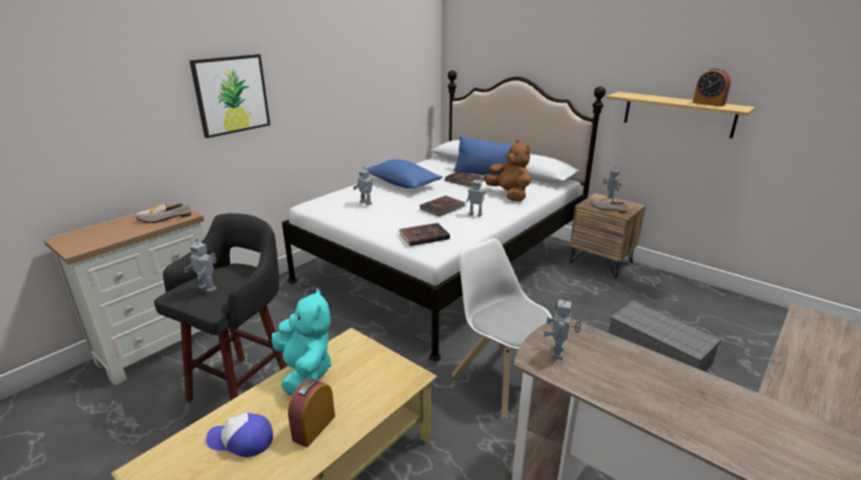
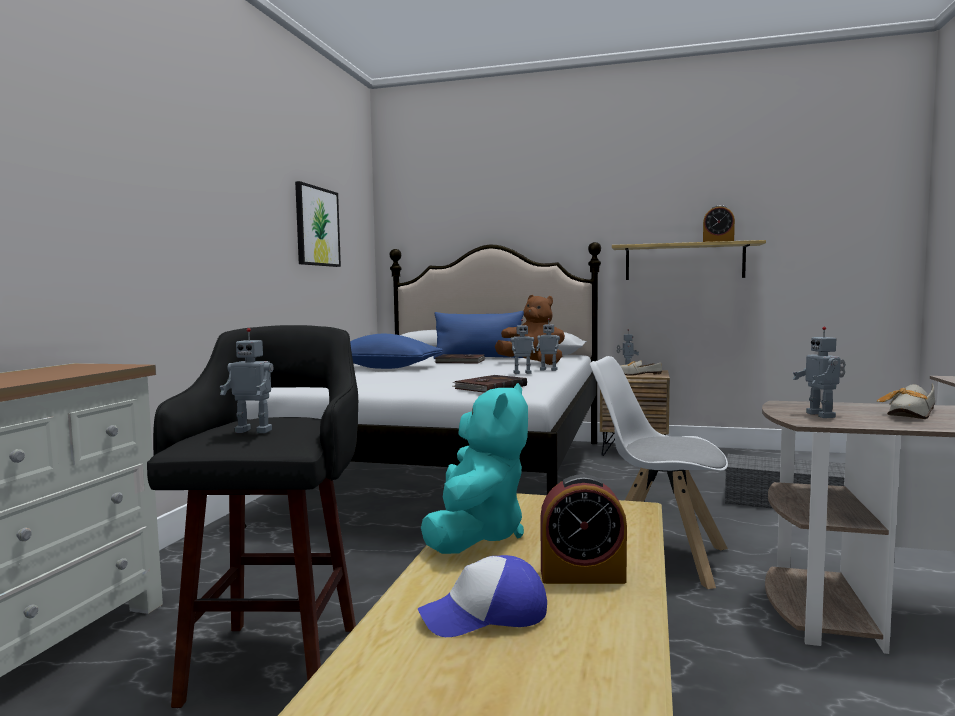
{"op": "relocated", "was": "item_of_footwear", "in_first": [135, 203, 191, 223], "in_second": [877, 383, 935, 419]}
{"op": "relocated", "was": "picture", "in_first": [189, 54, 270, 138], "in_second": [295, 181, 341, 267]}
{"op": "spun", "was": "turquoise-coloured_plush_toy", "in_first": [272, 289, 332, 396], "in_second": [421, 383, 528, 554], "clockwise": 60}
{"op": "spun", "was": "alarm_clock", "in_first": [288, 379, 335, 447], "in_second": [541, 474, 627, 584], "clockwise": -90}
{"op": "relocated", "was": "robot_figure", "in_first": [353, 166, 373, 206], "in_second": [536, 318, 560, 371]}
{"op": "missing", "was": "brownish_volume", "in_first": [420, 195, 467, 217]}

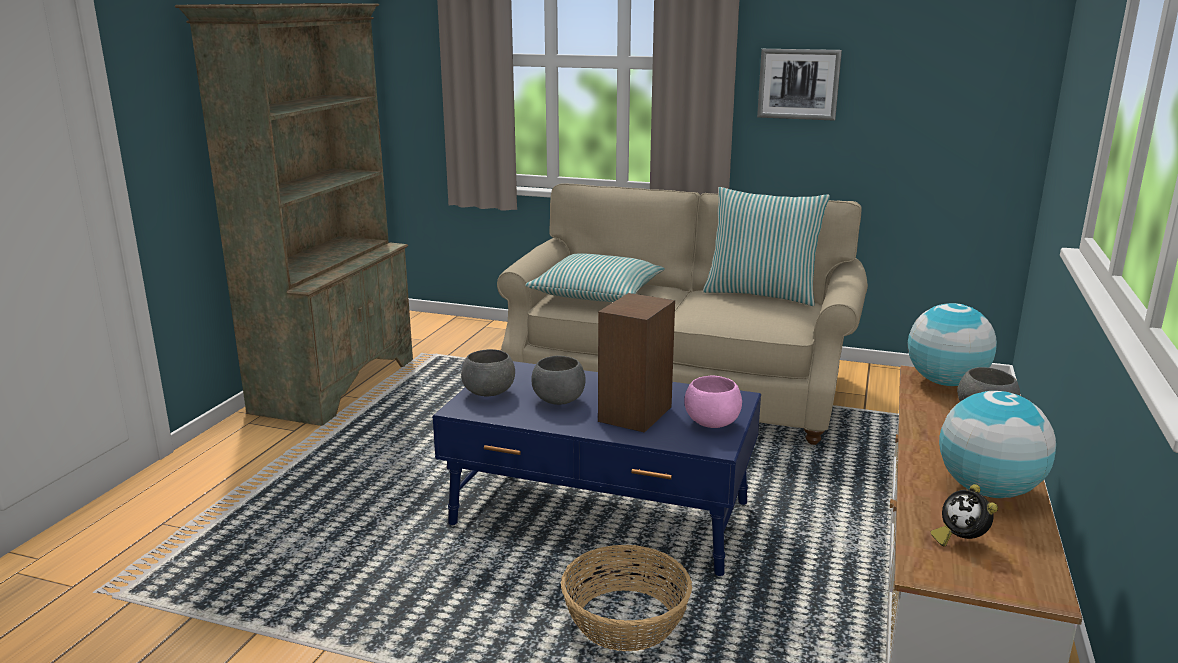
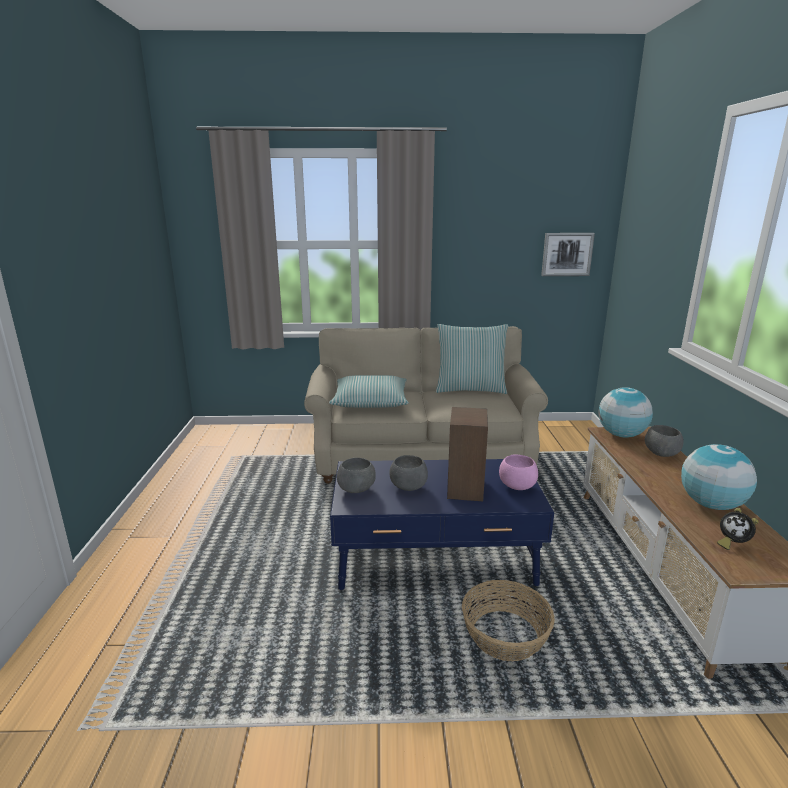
{"op": "missing", "was": "green_shelving_unit", "in_first": [175, 3, 413, 426]}
{"op": "relocated", "was": "picture", "in_first": [757, 49, 842, 120], "in_second": [541, 233, 595, 276]}

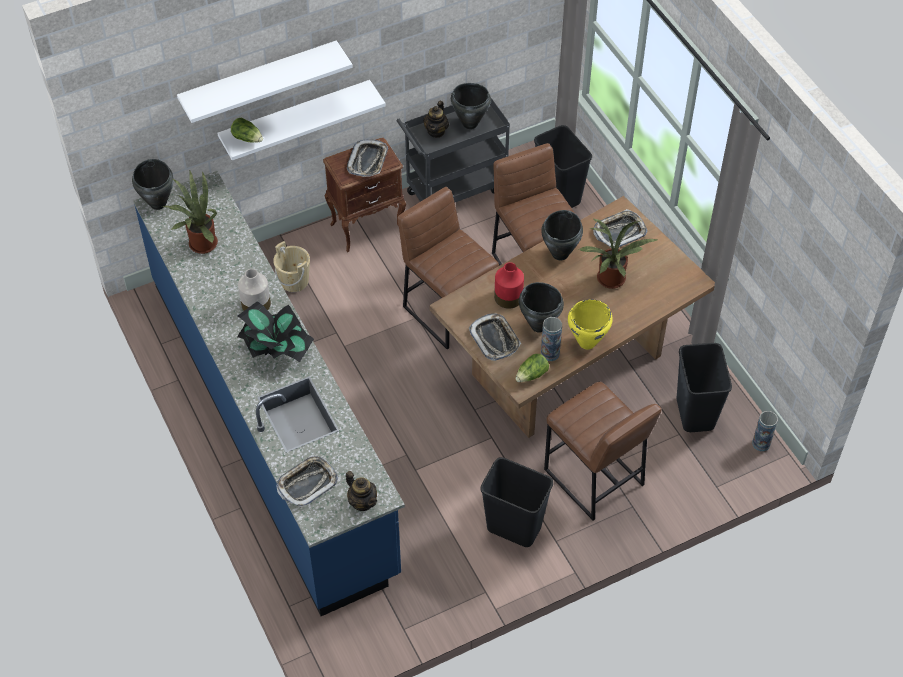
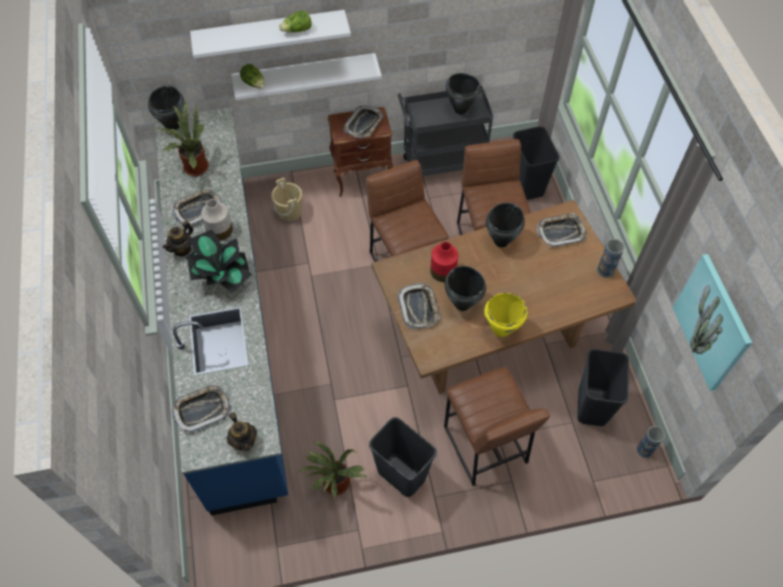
{"op": "relocated", "was": "tea_pot", "in_first": [423, 101, 449, 138], "in_second": [163, 221, 193, 257]}
{"op": "relocated", "was": "lettuce", "in_first": [515, 354, 549, 382], "in_second": [279, 10, 312, 32]}
{"op": "relocated", "was": "vase", "in_first": [541, 317, 562, 361], "in_second": [597, 239, 624, 278]}
{"op": "relocated", "was": "houseplant", "in_first": [578, 219, 657, 289], "in_second": [298, 441, 368, 498]}
{"op": "appeared", "now": "tray", "in_second": [172, 187, 222, 225]}
{"op": "appeared", "now": "picture", "in_second": [673, 254, 752, 391]}

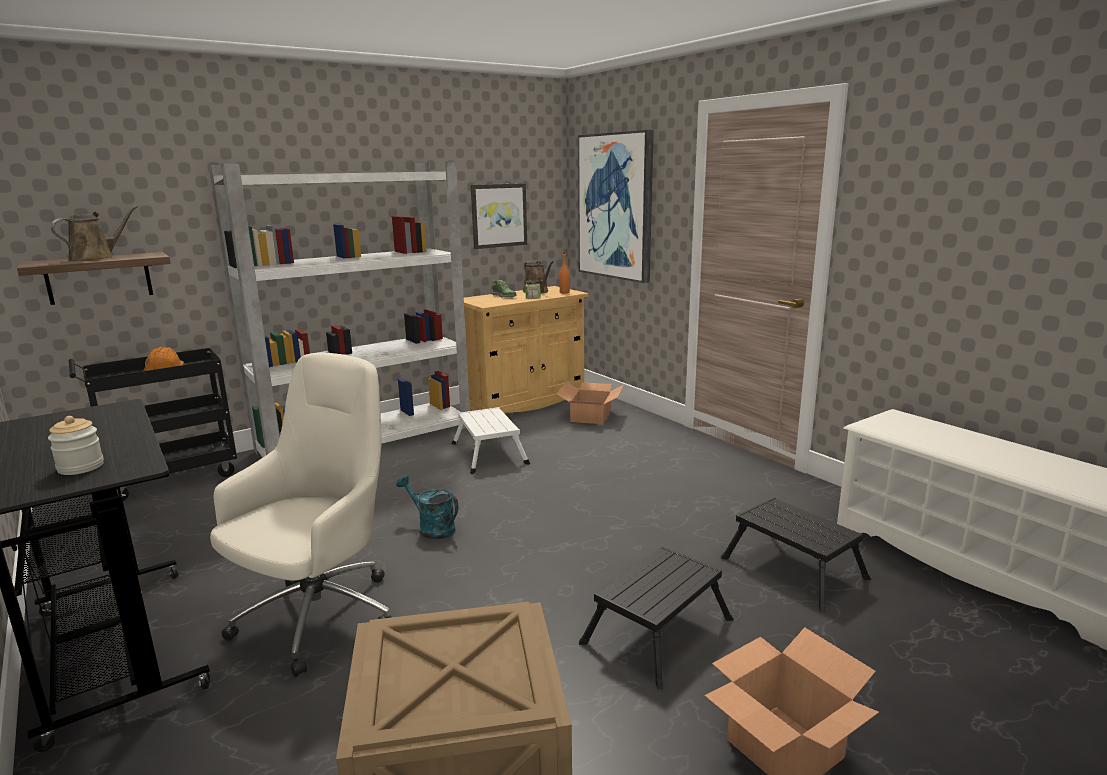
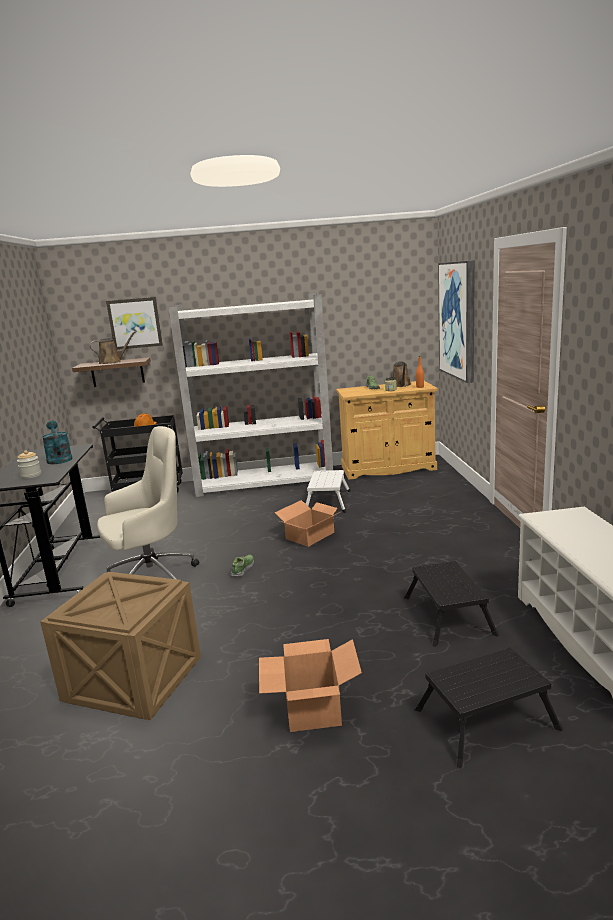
{"op": "relocated", "was": "turquoise-coloured_watering_pot", "in_first": [396, 475, 458, 539], "in_second": [42, 421, 73, 464]}
{"op": "relocated", "was": "picture", "in_first": [471, 183, 527, 249], "in_second": [106, 297, 163, 350]}
{"op": "relocated", "was": "packing_box", "in_first": [556, 382, 624, 424], "in_second": [274, 500, 342, 547]}
{"op": "relocated", "was": "blackish_stepladder", "in_first": [579, 546, 734, 689], "in_second": [414, 647, 563, 768]}
{"op": "appeared", "now": "item_of_footwear", "in_second": [231, 555, 254, 577]}

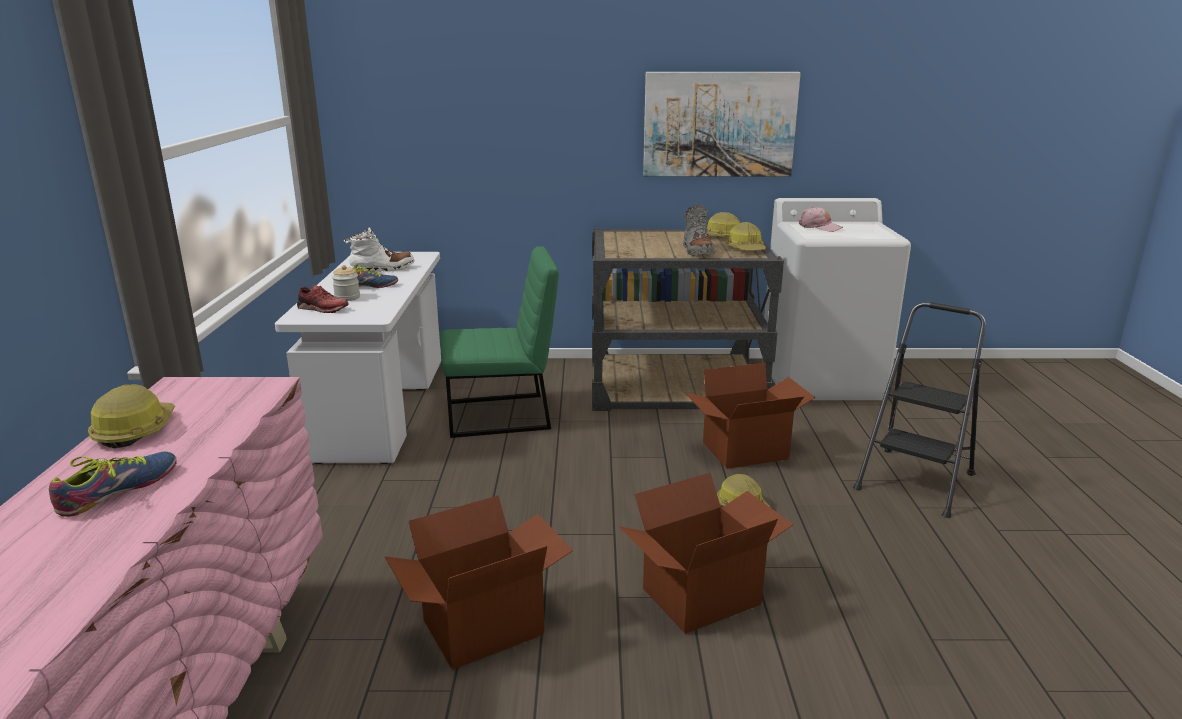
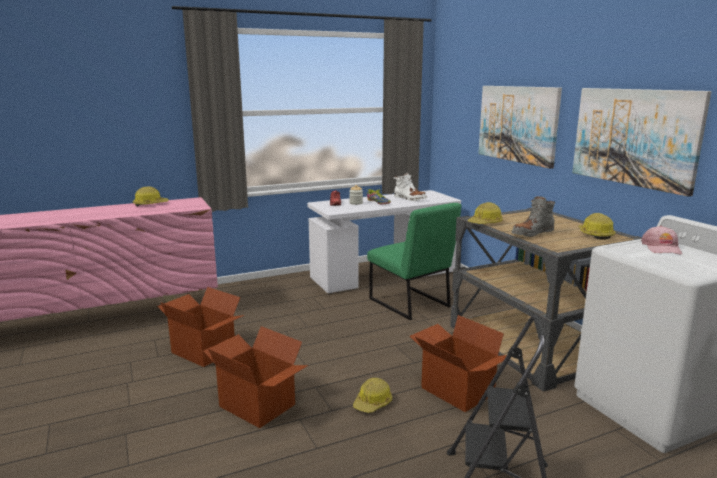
{"op": "missing", "was": "item_of_footwear", "in_first": [49, 452, 176, 517]}
{"op": "relocated", "was": "safety_helmet", "in_first": [726, 222, 766, 251], "in_second": [468, 202, 503, 224]}
{"op": "appeared", "now": "picture", "in_second": [478, 86, 562, 169]}

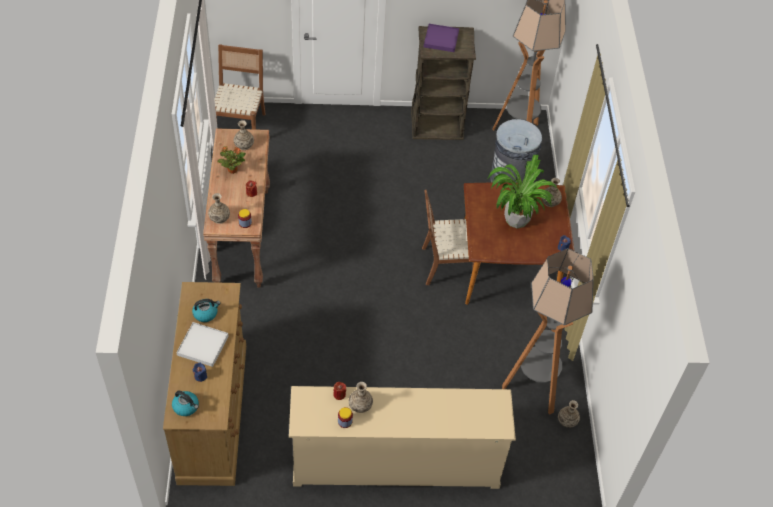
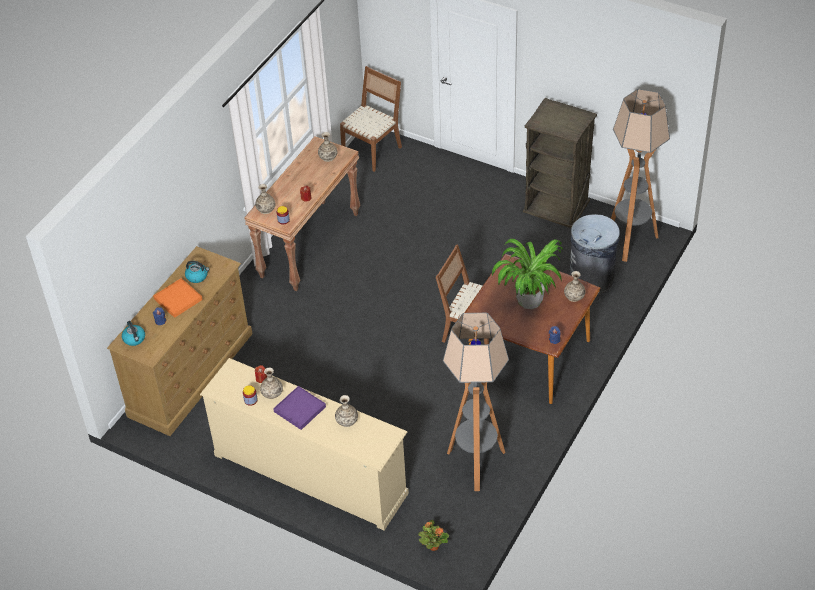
{"op": "colour", "was": "white_tray", "now": "orange-coloured_tray", "in_first": [176, 322, 229, 367], "in_second": [153, 278, 203, 318]}
{"op": "relocated", "was": "houseplant", "in_first": [217, 146, 246, 174], "in_second": [418, 520, 449, 551]}
{"op": "relocated", "was": "purple_tray", "in_first": [424, 24, 459, 52], "in_second": [273, 386, 326, 430]}
{"op": "relocated", "was": "vase", "in_first": [558, 400, 580, 428], "in_second": [335, 395, 358, 427]}

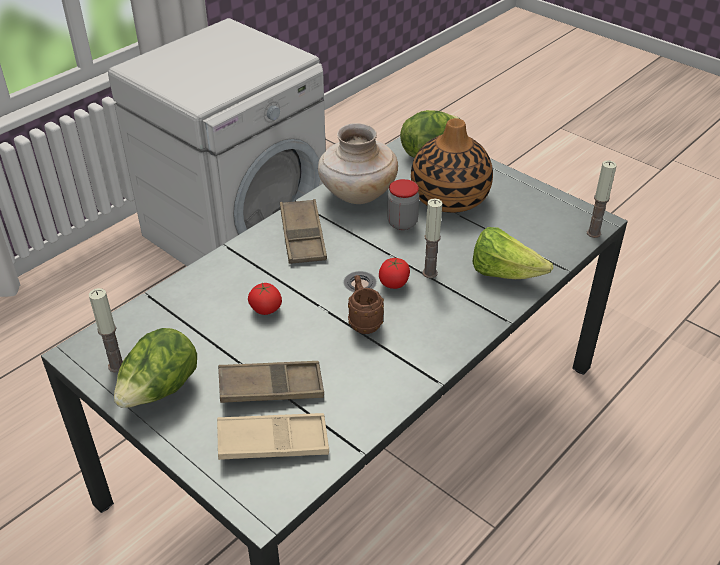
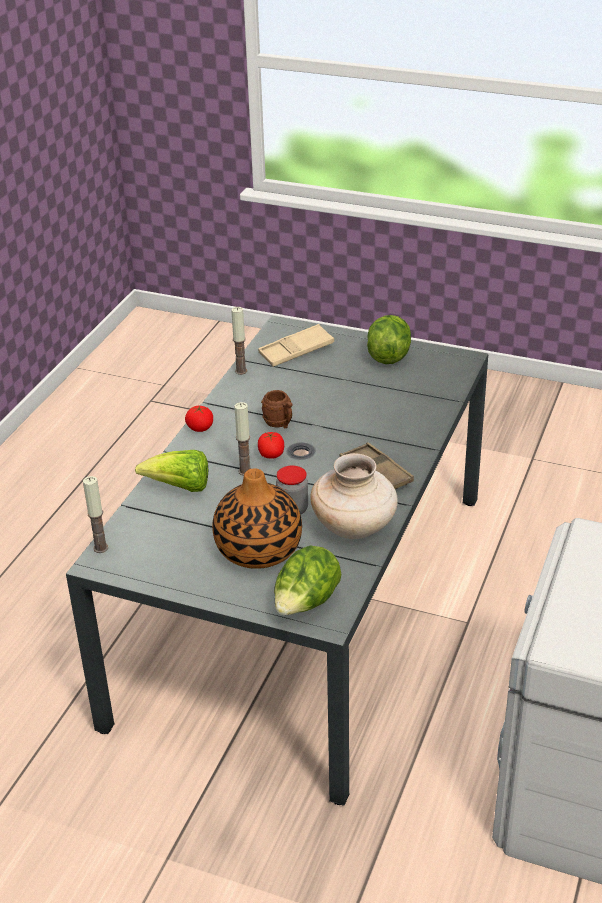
{"op": "relocated", "was": "candle", "in_first": [89, 288, 123, 372], "in_second": [231, 307, 247, 375]}
{"op": "missing", "was": "brownish_tray", "in_first": [218, 361, 324, 403]}
{"op": "relocated", "was": "fresh_tomato", "in_first": [248, 283, 282, 315], "in_second": [185, 406, 213, 432]}

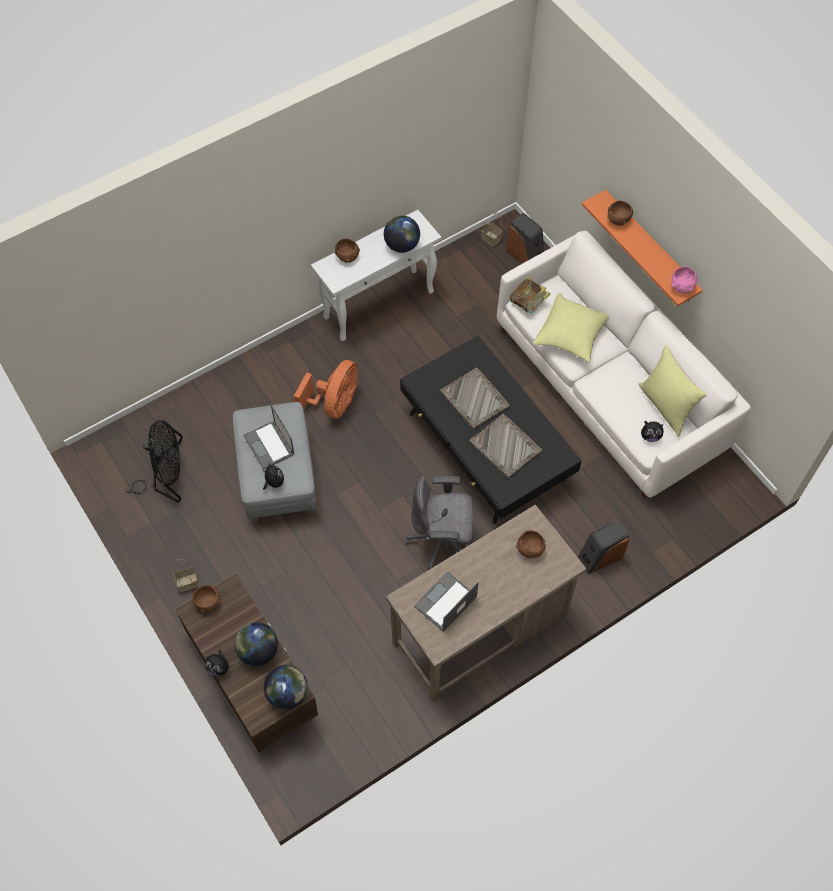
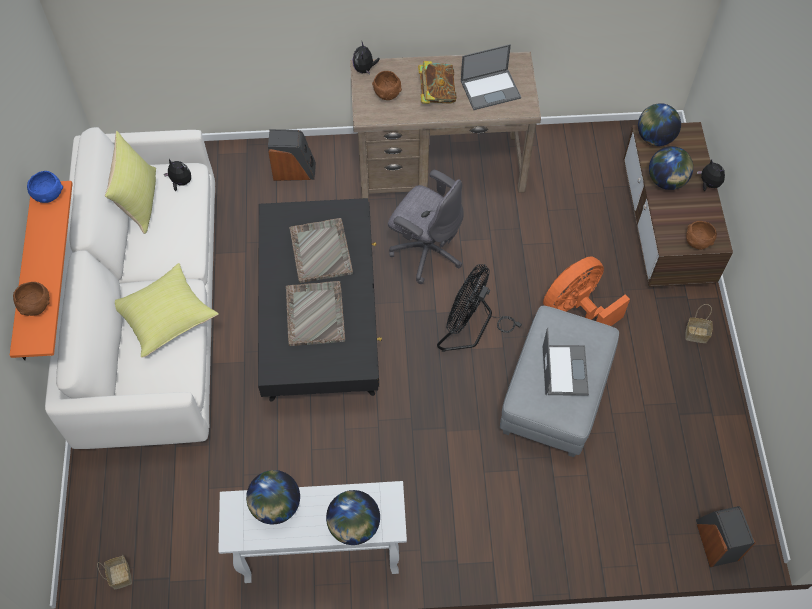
{"op": "relocated", "was": "blackish_fan", "in_first": [126, 420, 183, 503], "in_second": [437, 264, 523, 352]}
{"op": "relocated", "was": "plush_toy", "in_first": [263, 462, 284, 490], "in_second": [353, 42, 380, 74]}
{"op": "relocated", "was": "orange-coloured_fan", "in_first": [294, 360, 358, 418], "in_second": [543, 257, 630, 326]}
{"op": "exchanged", "was": "brownish_serving_bowl", "now": "world_globe", "in_first": [334, 238, 360, 263], "in_second": [326, 490, 380, 545]}
{"op": "relocated", "was": "loudspeaker", "in_first": [506, 212, 544, 264], "in_second": [696, 506, 756, 567]}
{"op": "relocated", "was": "volume", "in_first": [509, 277, 550, 313], "in_second": [418, 61, 457, 104]}
{"op": "colour", "was": "pink_serving_bowl", "now": "blue_serving_bowl", "in_first": [671, 267, 697, 294], "in_second": [27, 171, 63, 203]}

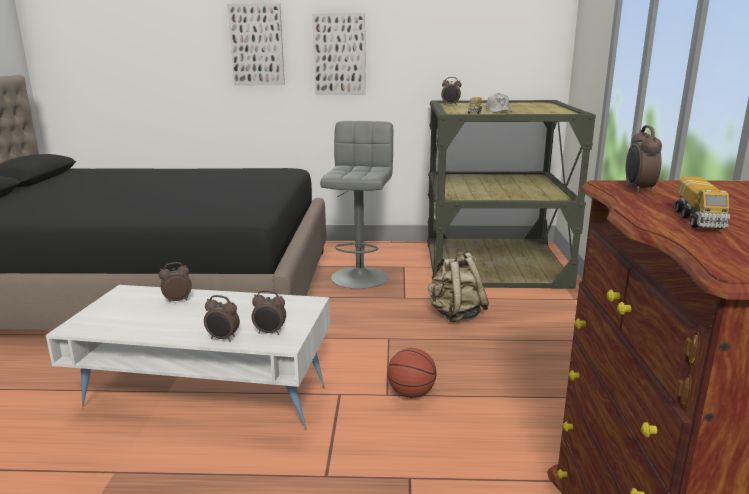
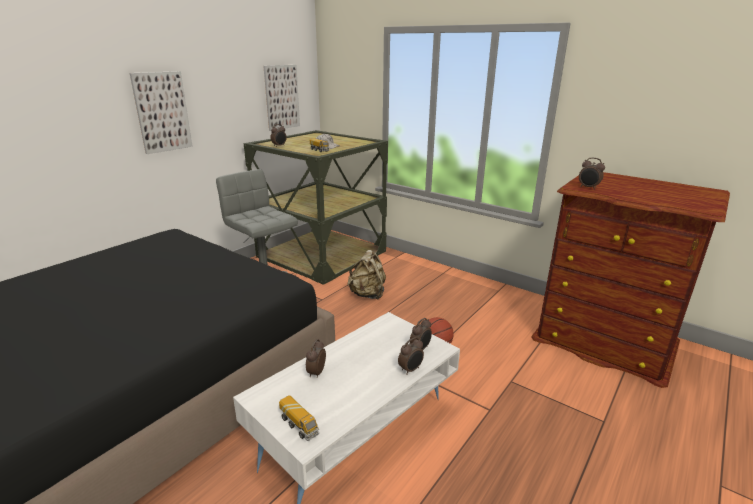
{"op": "relocated", "was": "picture", "in_first": [227, 3, 285, 85], "in_second": [264, 65, 300, 131]}
{"op": "relocated", "was": "toy_truck", "in_first": [675, 176, 730, 229], "in_second": [279, 395, 319, 441]}

